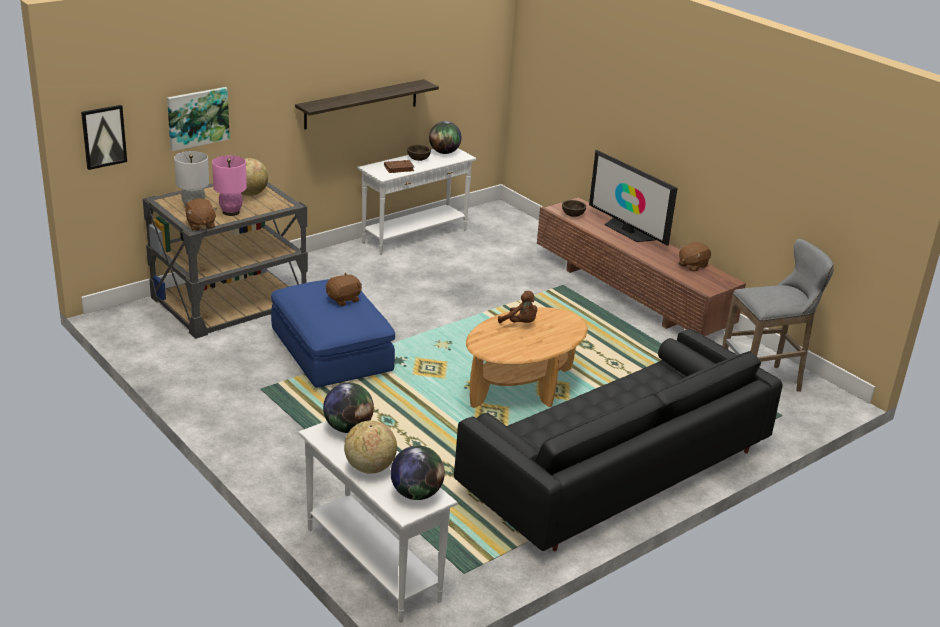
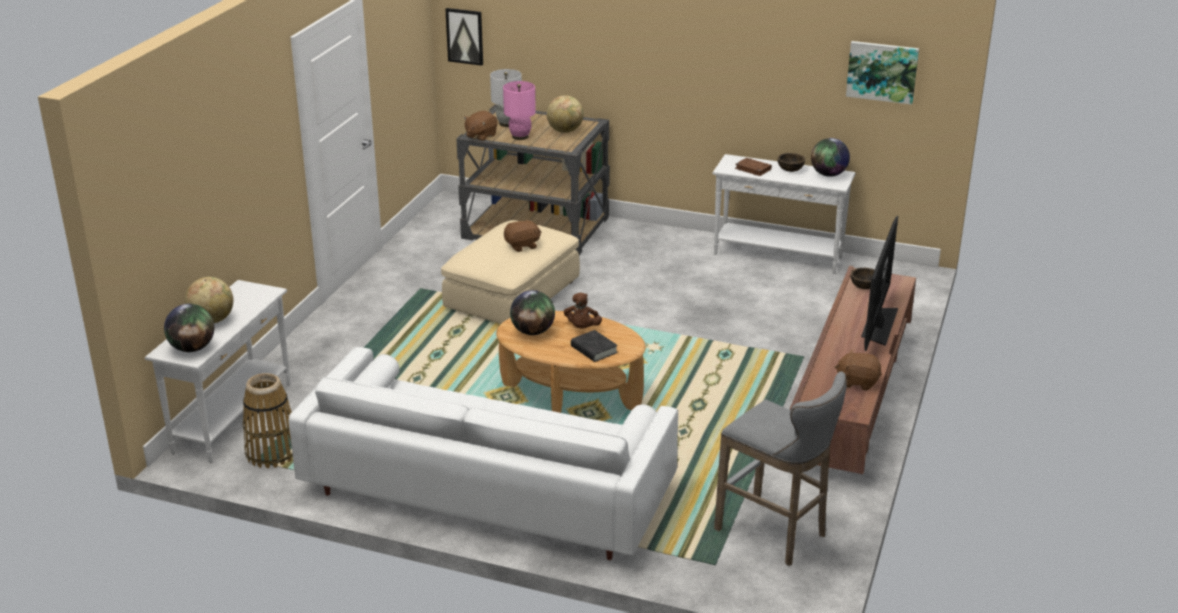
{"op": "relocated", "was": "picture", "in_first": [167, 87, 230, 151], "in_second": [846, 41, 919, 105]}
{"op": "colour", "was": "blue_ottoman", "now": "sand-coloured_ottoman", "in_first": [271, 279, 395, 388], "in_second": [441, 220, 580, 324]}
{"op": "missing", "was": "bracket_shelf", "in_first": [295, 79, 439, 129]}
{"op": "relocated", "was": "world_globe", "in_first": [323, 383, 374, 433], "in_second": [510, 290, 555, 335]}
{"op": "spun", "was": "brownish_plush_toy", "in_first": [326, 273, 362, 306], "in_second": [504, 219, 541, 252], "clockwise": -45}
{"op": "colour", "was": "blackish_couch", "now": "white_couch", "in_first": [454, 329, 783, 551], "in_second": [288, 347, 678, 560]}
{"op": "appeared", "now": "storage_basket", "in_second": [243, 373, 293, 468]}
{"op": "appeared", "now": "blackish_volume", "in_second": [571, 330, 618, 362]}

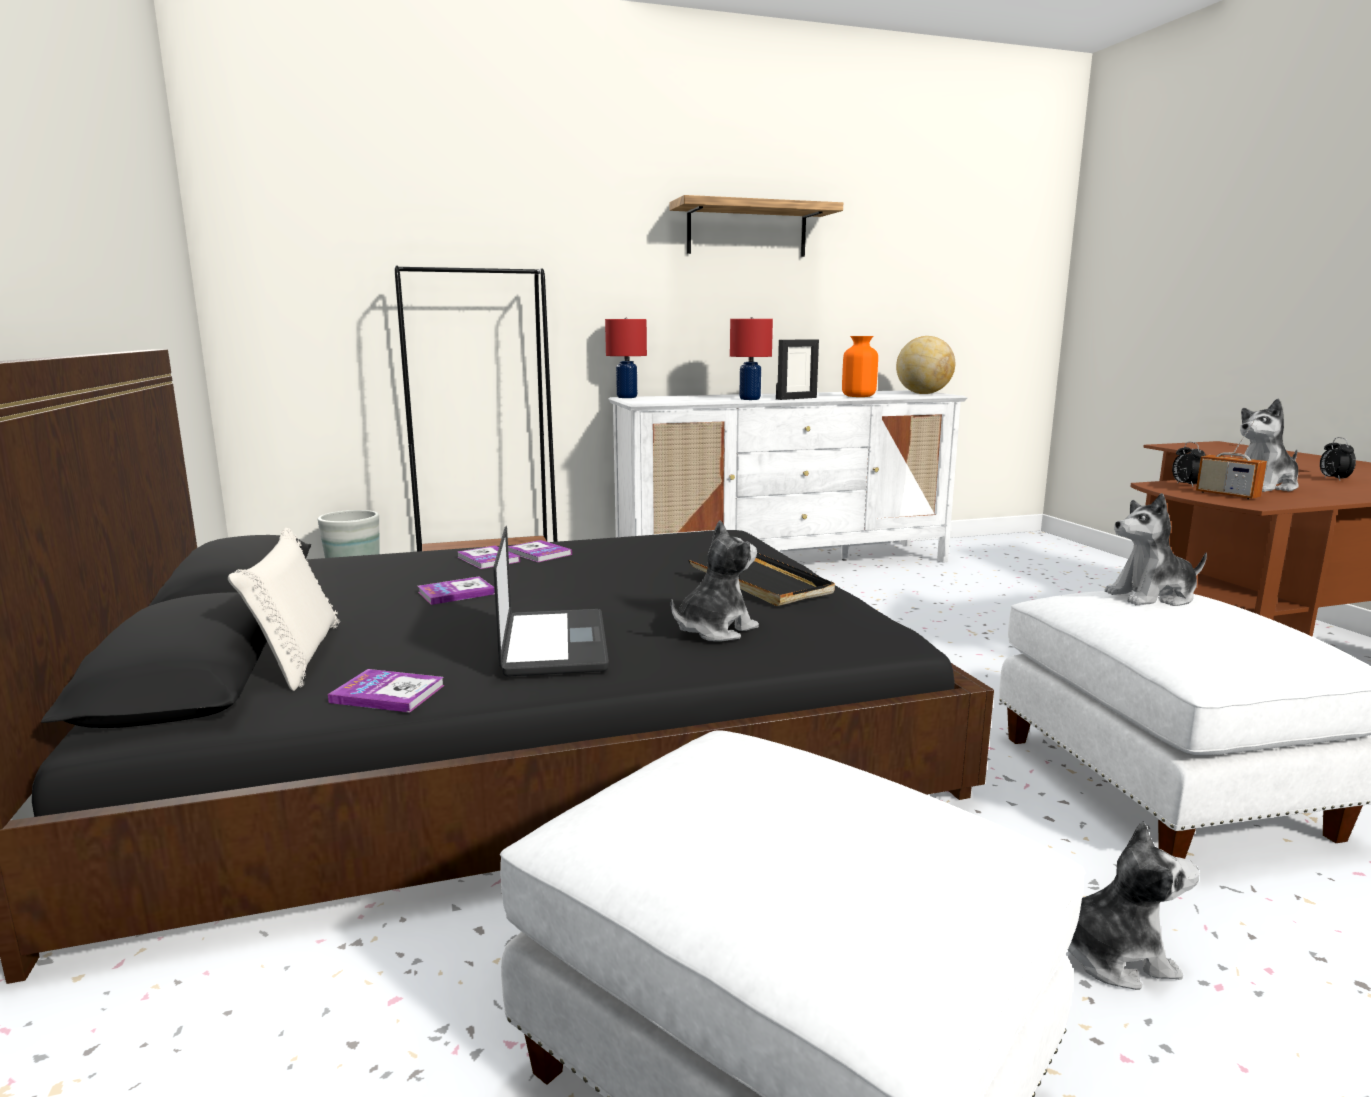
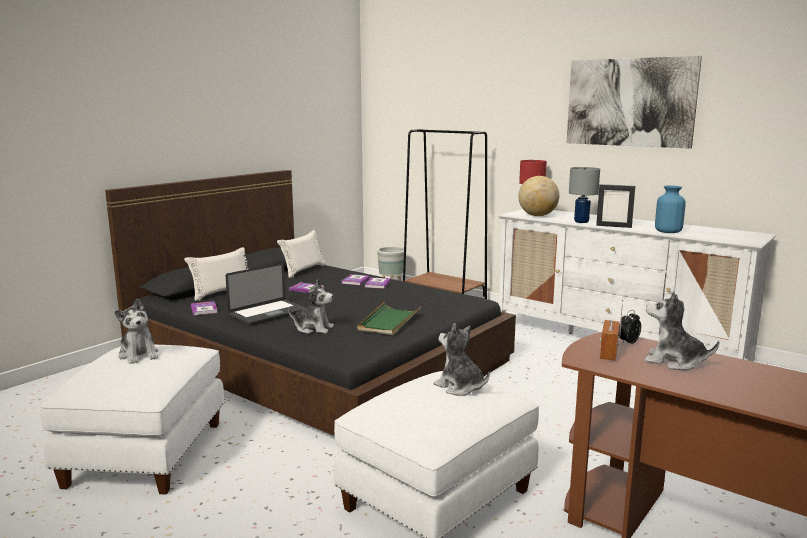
{"op": "exchanged", "was": "bracket_shelf", "now": "picture", "in_first": [670, 195, 843, 257], "in_second": [567, 56, 702, 149]}
{"op": "colour", "was": "blackish_tray", "now": "green_tray", "in_first": [688, 553, 835, 606], "in_second": [357, 302, 422, 335]}
{"op": "colour", "was": "red_lamp_for_a_table", "now": "grey_lamp_for_a_table", "in_first": [730, 317, 773, 400], "in_second": [569, 167, 600, 223]}
{"op": "colour", "was": "orange-coloured_vase", "now": "blue_vase", "in_first": [842, 336, 878, 397], "in_second": [655, 185, 686, 233]}
{"op": "relocated", "was": "world_globe", "in_first": [896, 336, 955, 394], "in_second": [518, 176, 559, 216]}
{"op": "relocated", "was": "plush_toy", "in_first": [1068, 821, 1200, 990], "in_second": [114, 299, 158, 364]}
{"op": "missing", "was": "alarm_clock", "in_first": [1320, 437, 1356, 481]}
{"op": "appeared", "now": "white_cushion", "in_second": [277, 230, 325, 278]}

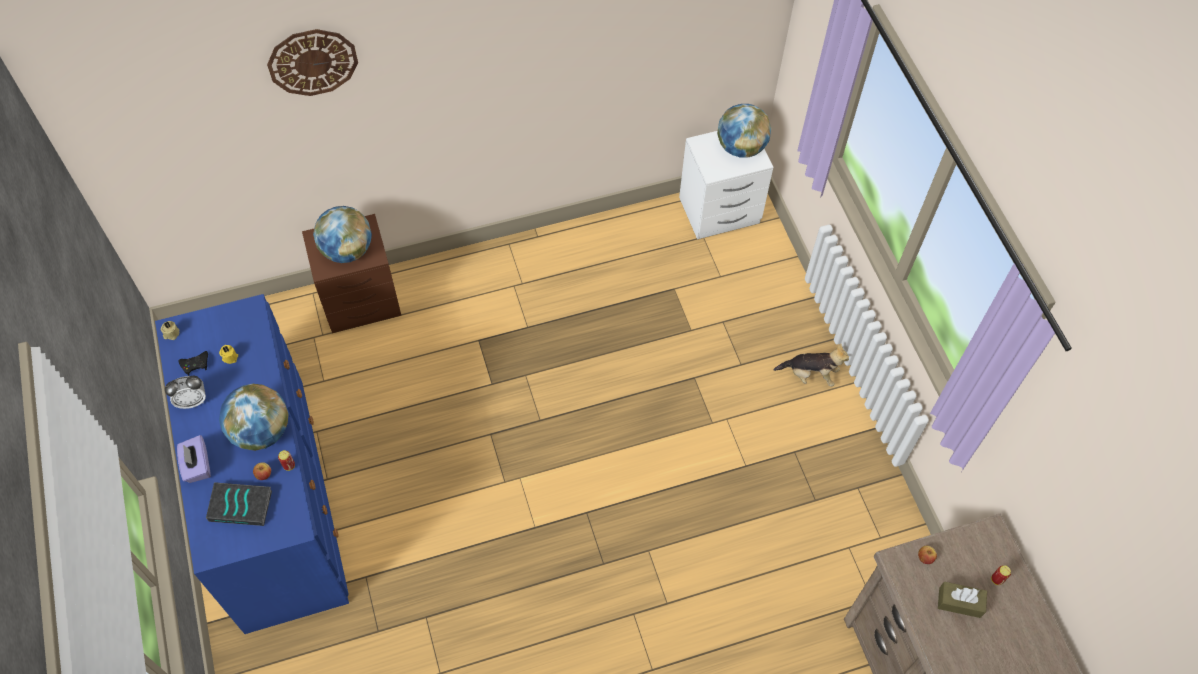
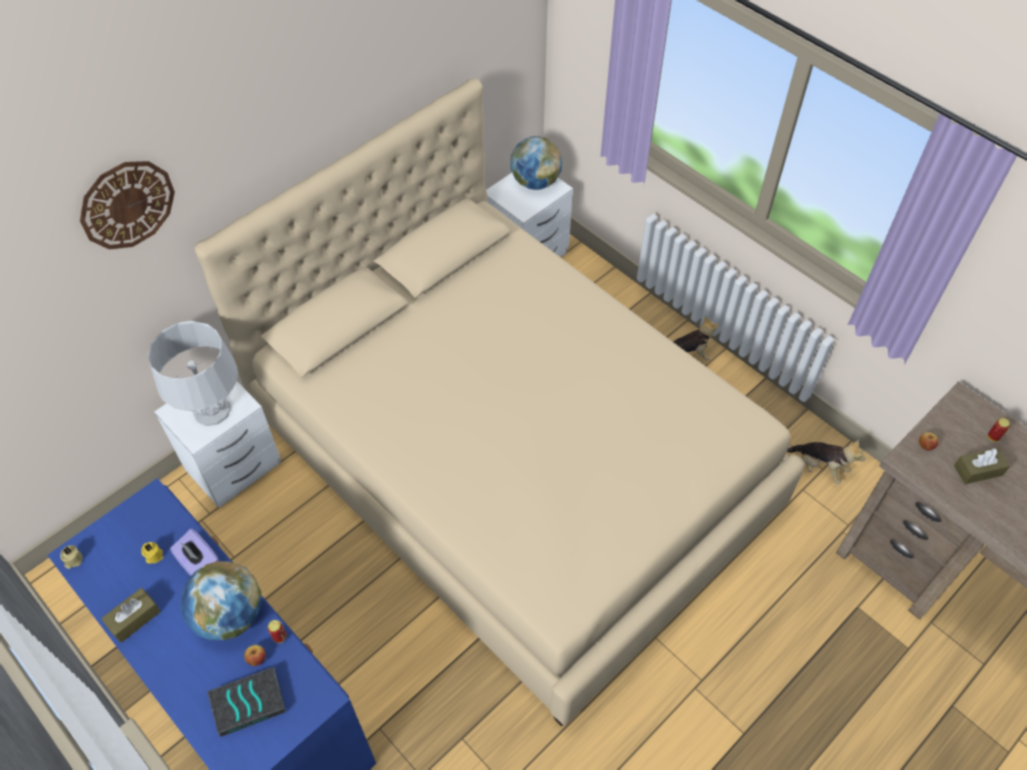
{"op": "exchanged", "was": "alarm_clock", "now": "brownish_box_of_tissues", "in_first": [165, 376, 206, 409], "in_second": [101, 588, 161, 643]}
{"op": "relocated", "was": "purple_box_of_tissues", "in_first": [177, 435, 211, 483], "in_second": [170, 529, 219, 575]}
{"op": "missing", "was": "blackish_game_controller", "in_first": [178, 351, 208, 376]}
{"op": "colour", "was": "brownish_bedside_table", "now": "white_bedside_table", "in_first": [302, 214, 401, 333], "in_second": [154, 382, 281, 508]}
{"op": "exchanged", "was": "world_globe", "now": "grey_lamp_for_a_table", "in_first": [313, 206, 372, 263], "in_second": [148, 321, 238, 426]}
{"op": "appeared", "now": "sand-coloured_sleeping_bed", "in_second": [194, 79, 805, 726]}
{"op": "appeared", "now": "plush_toy", "in_second": [787, 440, 866, 484]}

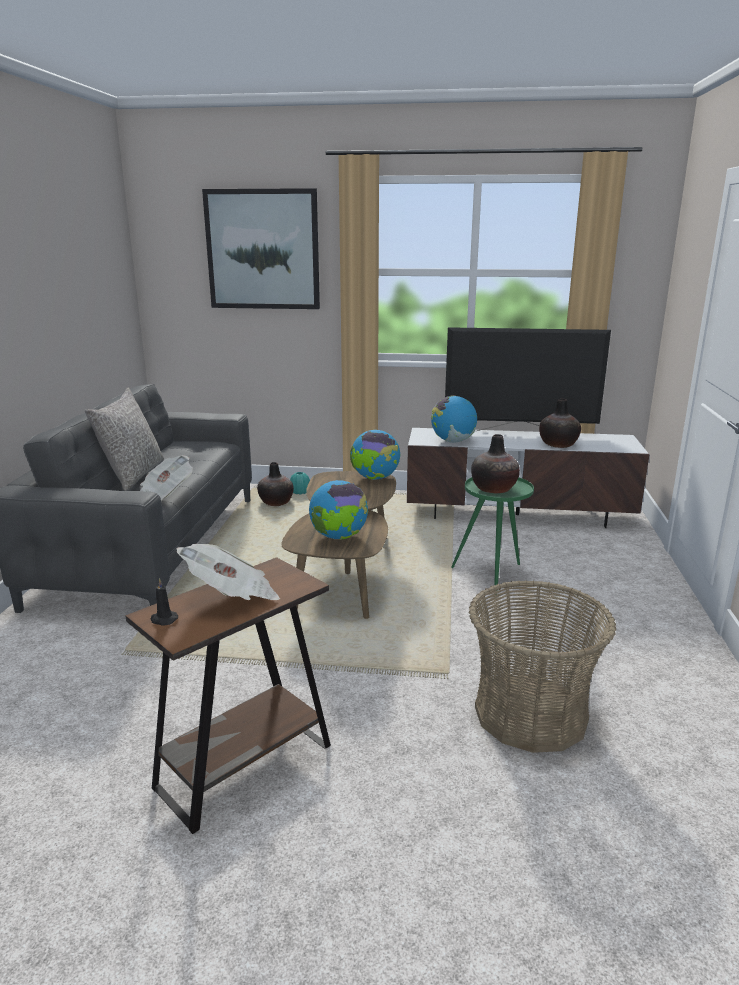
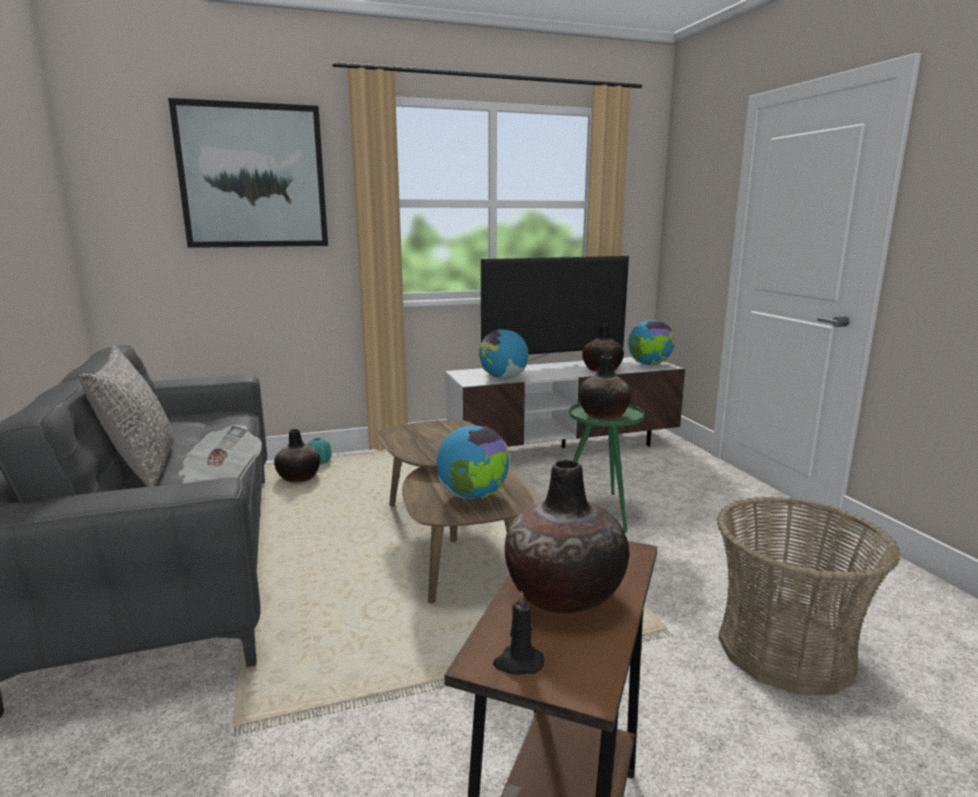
{"op": "exchanged", "was": "newspaper", "now": "vase", "in_first": [176, 544, 280, 600], "in_second": [505, 460, 629, 613]}
{"op": "relocated", "was": "world_globe", "in_first": [350, 430, 400, 480], "in_second": [628, 320, 675, 366]}

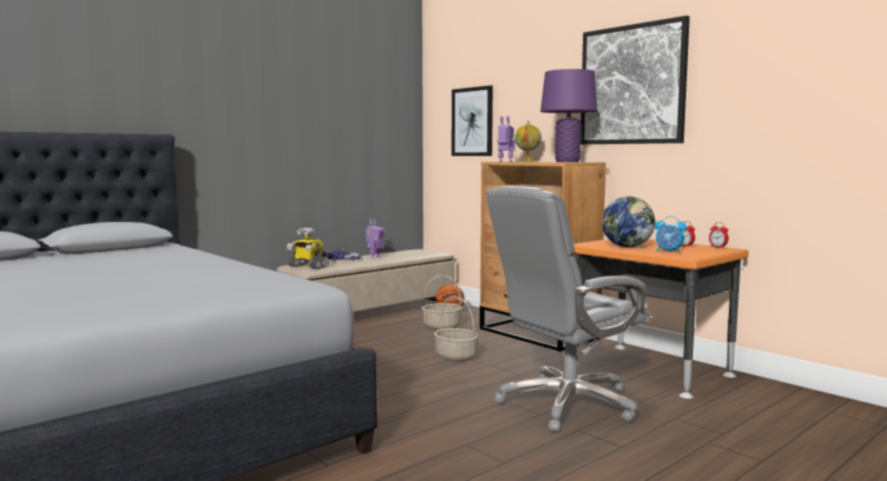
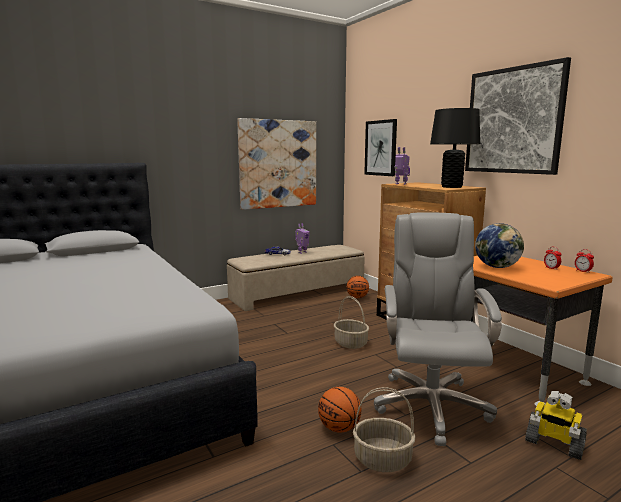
{"op": "relocated", "was": "robot_figure", "in_first": [287, 228, 329, 269], "in_second": [525, 391, 587, 460]}
{"op": "relocated", "was": "storage_basket", "in_first": [422, 275, 463, 330], "in_second": [353, 387, 416, 472]}
{"op": "spun", "was": "grey_computer_chair", "in_first": [486, 186, 651, 432], "in_second": [374, 212, 502, 446], "clockwise": 120}
{"op": "missing", "was": "world_globe", "in_first": [515, 121, 542, 161]}
{"op": "colour", "was": "purple_lamp_for_a_table", "now": "blackish_lamp_for_a_table", "in_first": [540, 69, 598, 162], "in_second": [430, 108, 480, 188]}
{"op": "missing", "was": "alarm_clock", "in_first": [655, 216, 686, 253]}
{"op": "appeared", "now": "picture", "in_second": [237, 118, 316, 210]}
{"op": "appeared", "now": "basketball", "in_second": [318, 387, 361, 432]}

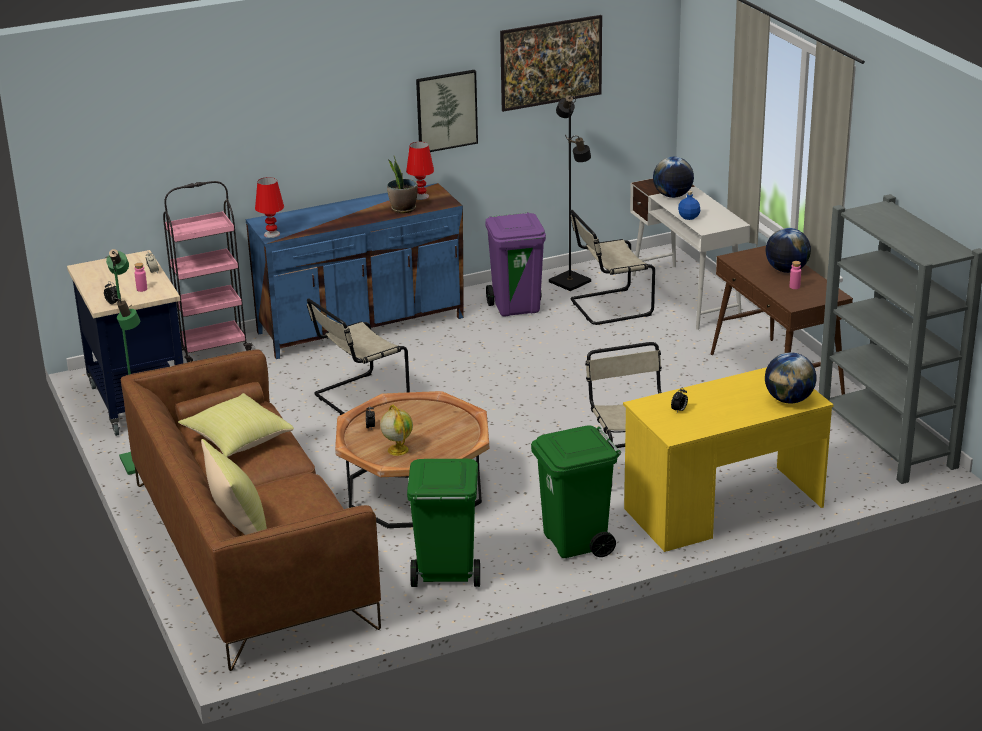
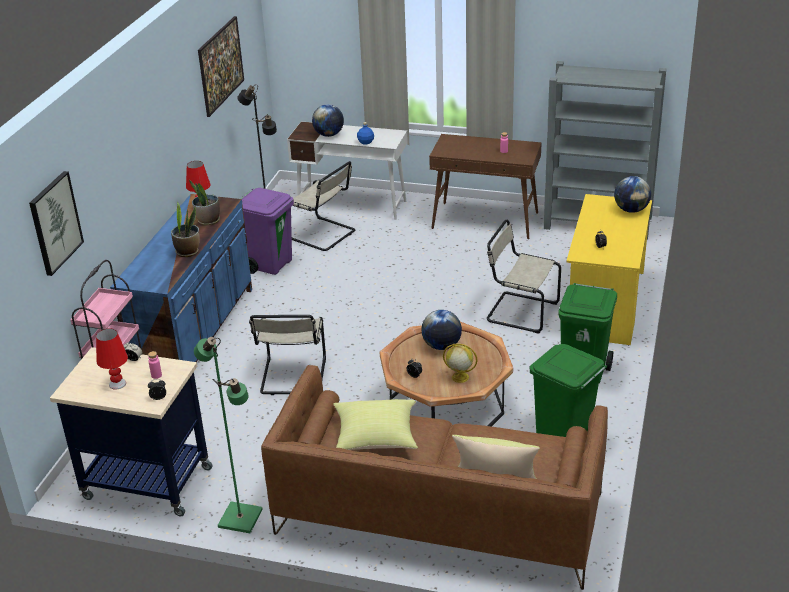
{"op": "relocated", "was": "red_lamp_for_a_table", "in_first": [255, 177, 284, 238], "in_second": [96, 328, 128, 389]}
{"op": "relocated", "was": "picture", "in_first": [416, 70, 478, 152], "in_second": [29, 171, 84, 276]}
{"op": "spun", "was": "sand-coloured_upright_chair", "in_first": [570, 210, 655, 325], "in_second": [292, 161, 355, 251], "clockwise": -75}
{"op": "relocated", "was": "world_globe", "in_first": [765, 228, 811, 273], "in_second": [421, 310, 462, 350]}
{"op": "appeared", "now": "houseplant", "in_second": [171, 202, 200, 257]}

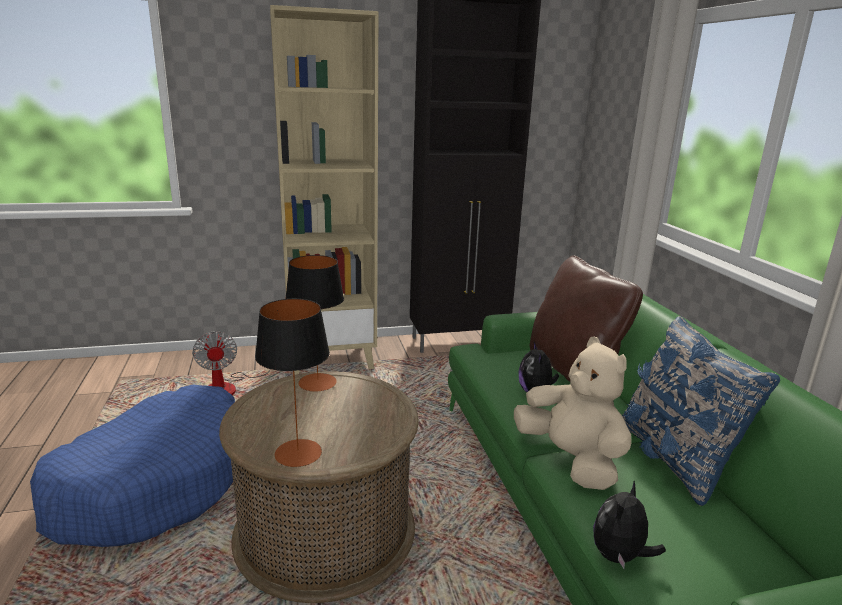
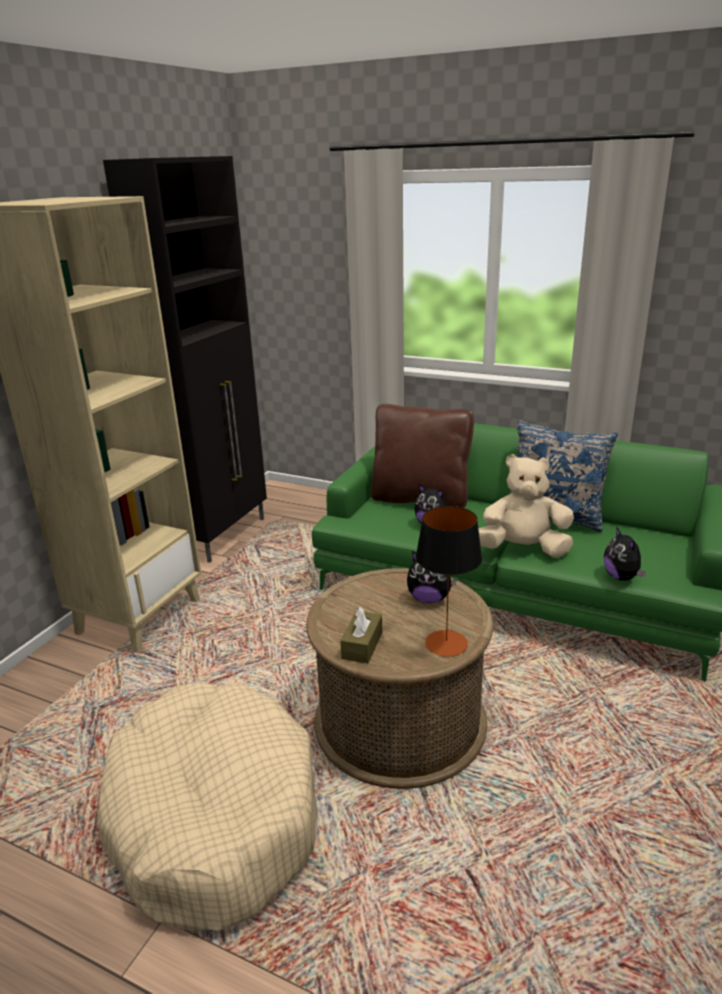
{"op": "colour", "was": "blue_pet_bed", "now": "sand-coloured_pet_bed", "in_first": [30, 384, 235, 547], "in_second": [97, 681, 318, 931]}
{"op": "missing", "was": "fan", "in_first": [192, 331, 271, 395]}
{"op": "missing", "was": "lamp_for_a_table", "in_first": [285, 255, 344, 391]}
{"op": "appeared", "now": "brownish_box_of_tissues", "in_second": [340, 607, 382, 664]}
{"op": "appeared", "now": "plush_toy", "in_second": [407, 551, 457, 603]}

